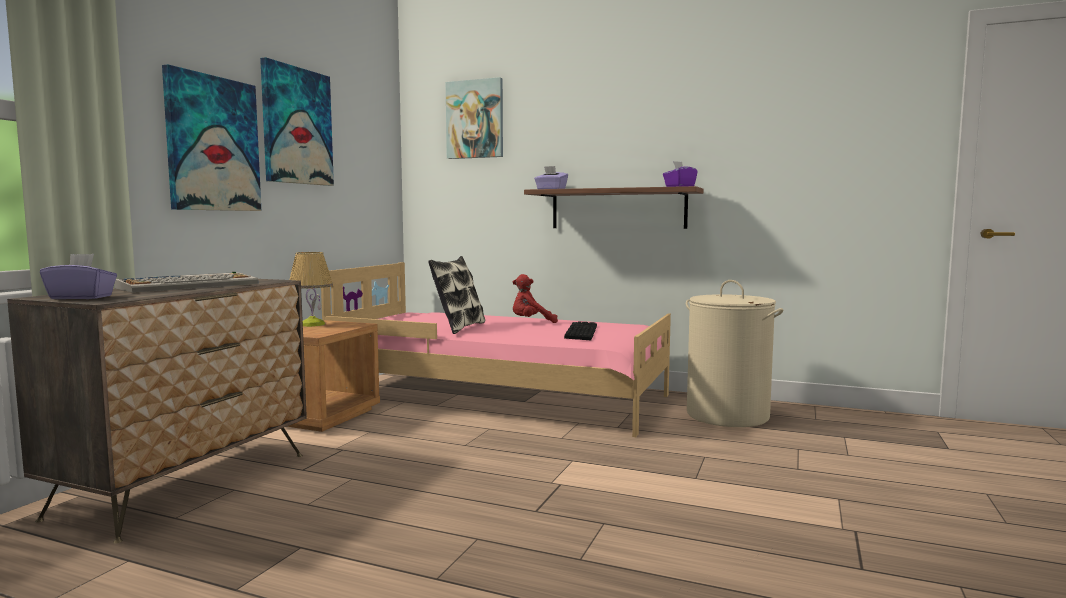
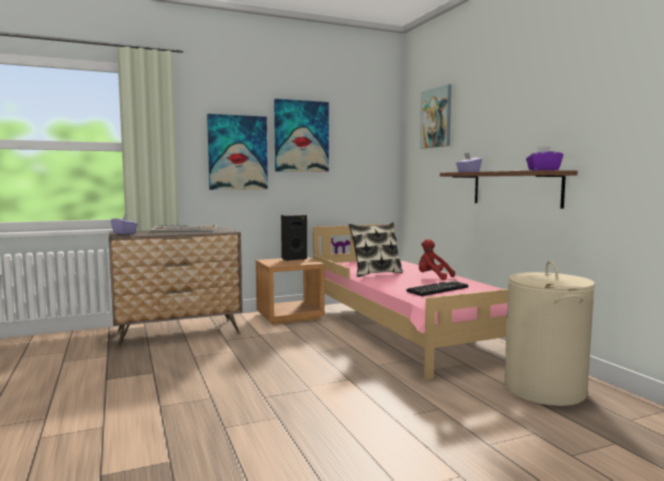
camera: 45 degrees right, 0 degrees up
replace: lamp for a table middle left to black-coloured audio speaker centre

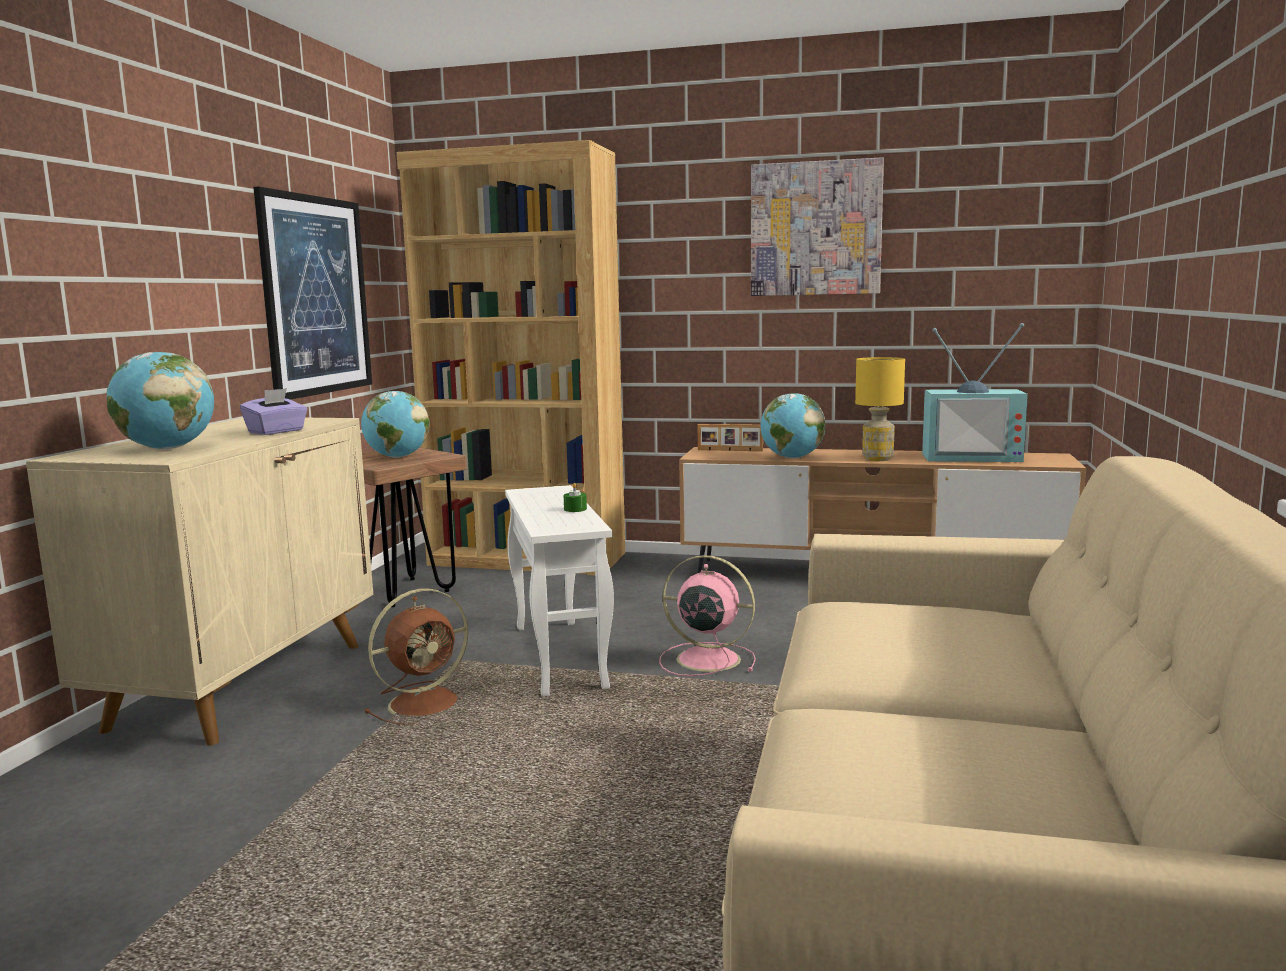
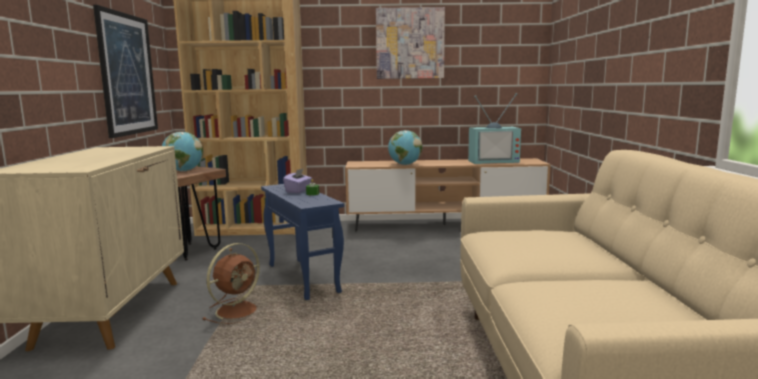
camera: 15 degrees left, 0 degrees up
delete: globe (1st from left) middle left; pink electric fan centre; photo frame centre; yellow lamp for a table middle right
move: purple-coloured box of tissues middle left to centre
recolor: white accent table centre to blue-coloured accent table centre

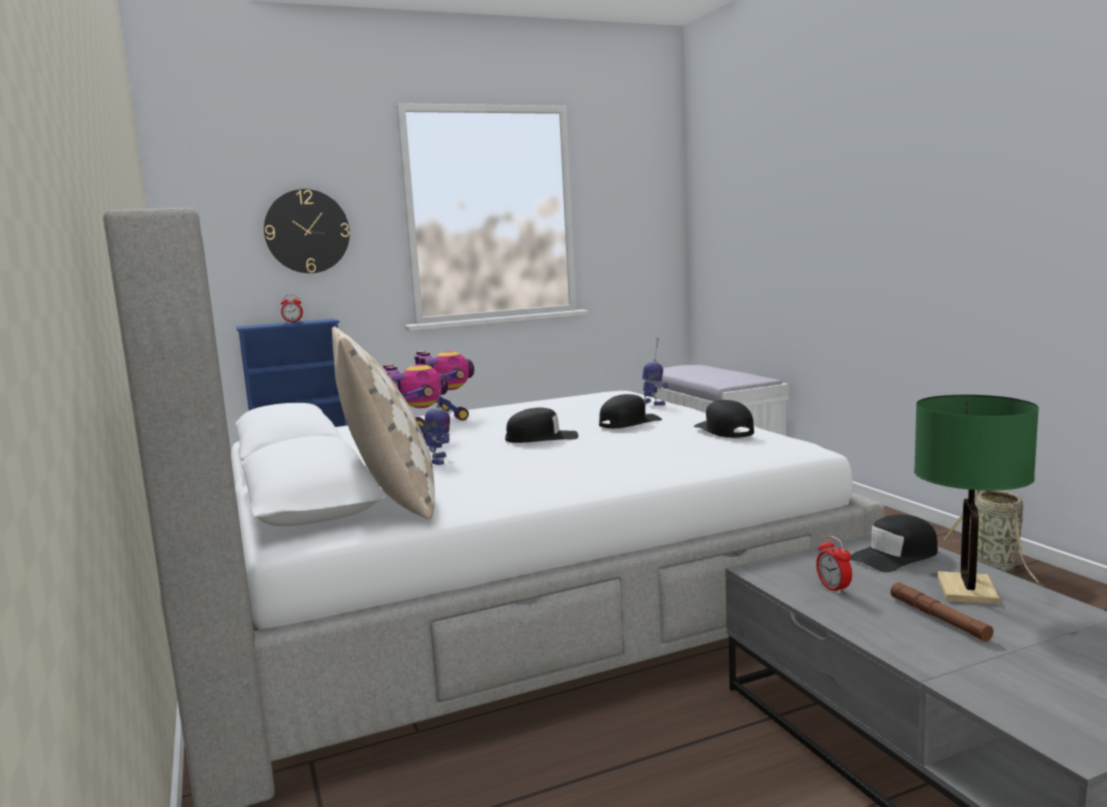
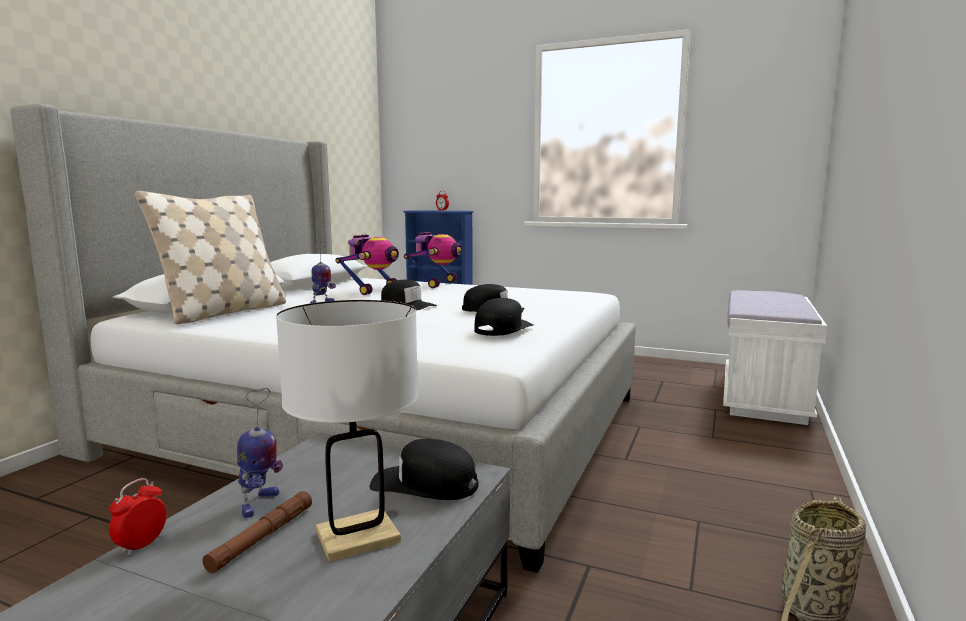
camera: 45 degrees right, 0 degrees up
delete: clock on the wall top left
move: robot figure (4th from left in the first image) centre to robot figure (1st from left) bottom left; alarm clock (2nd from left in the first image) bottom right to alarm clock (1st from left) bottom left
recolor: greenish lamp for a table middle right to white lamp for a table bottom centre

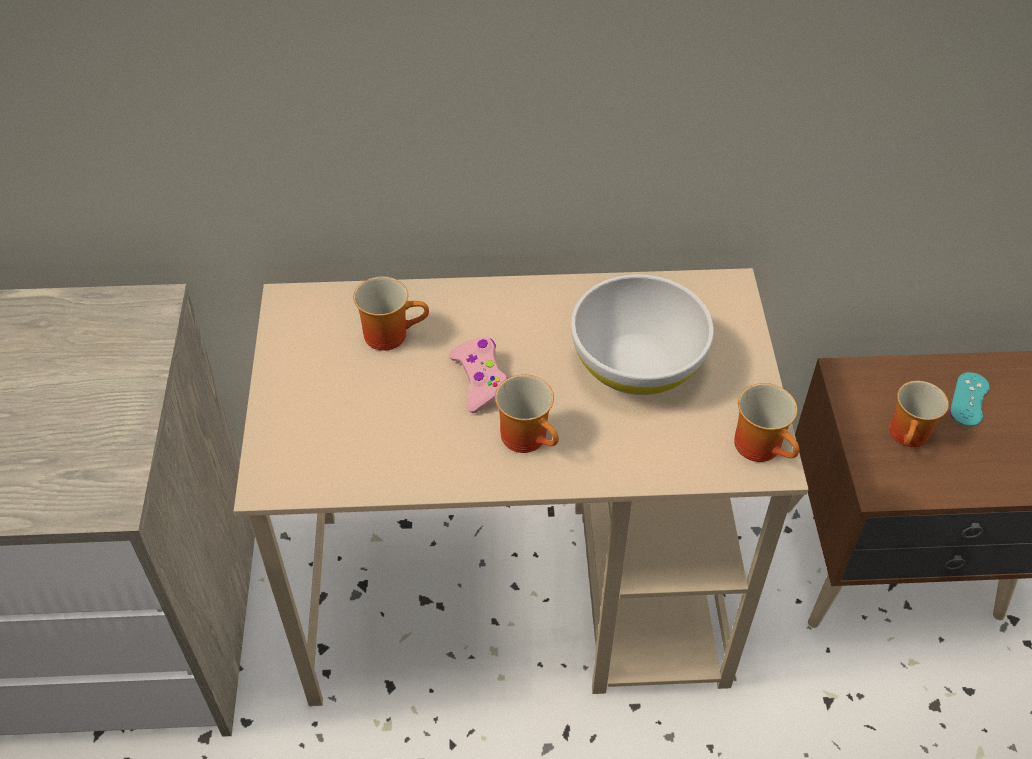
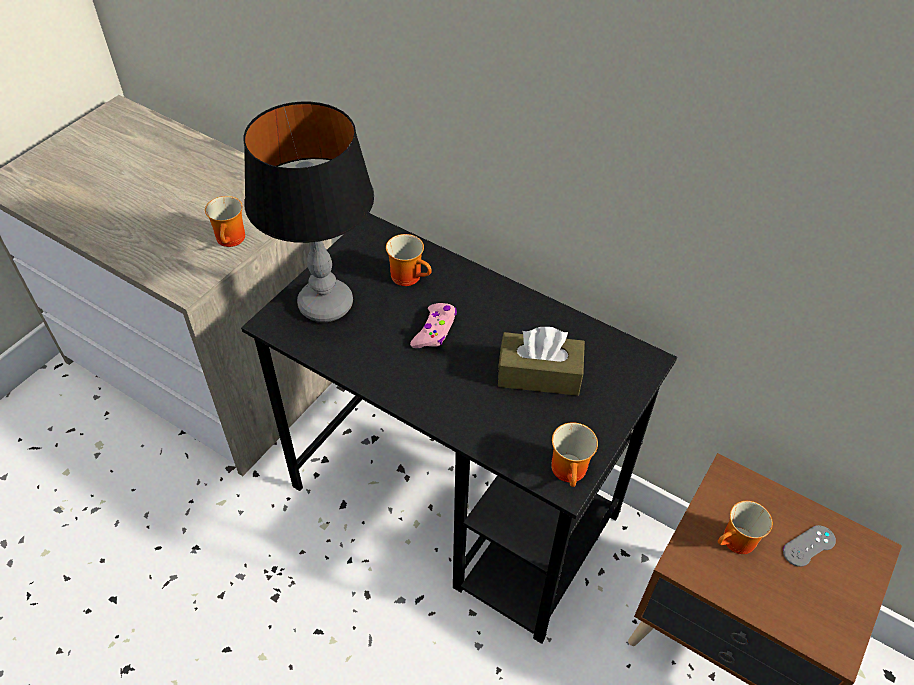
camera: 35 degrees right, 0 degrees up
insert: lamp for a table top centre
move: mug (2nd from left in the first image) centre to mug (1st from left) top left
replace: white deep dish centre to brownish box of tissues centre
recolor: beige desk table centre to black-coloured desk table centre; turquoise game controller middle right to grey game controller bottom right

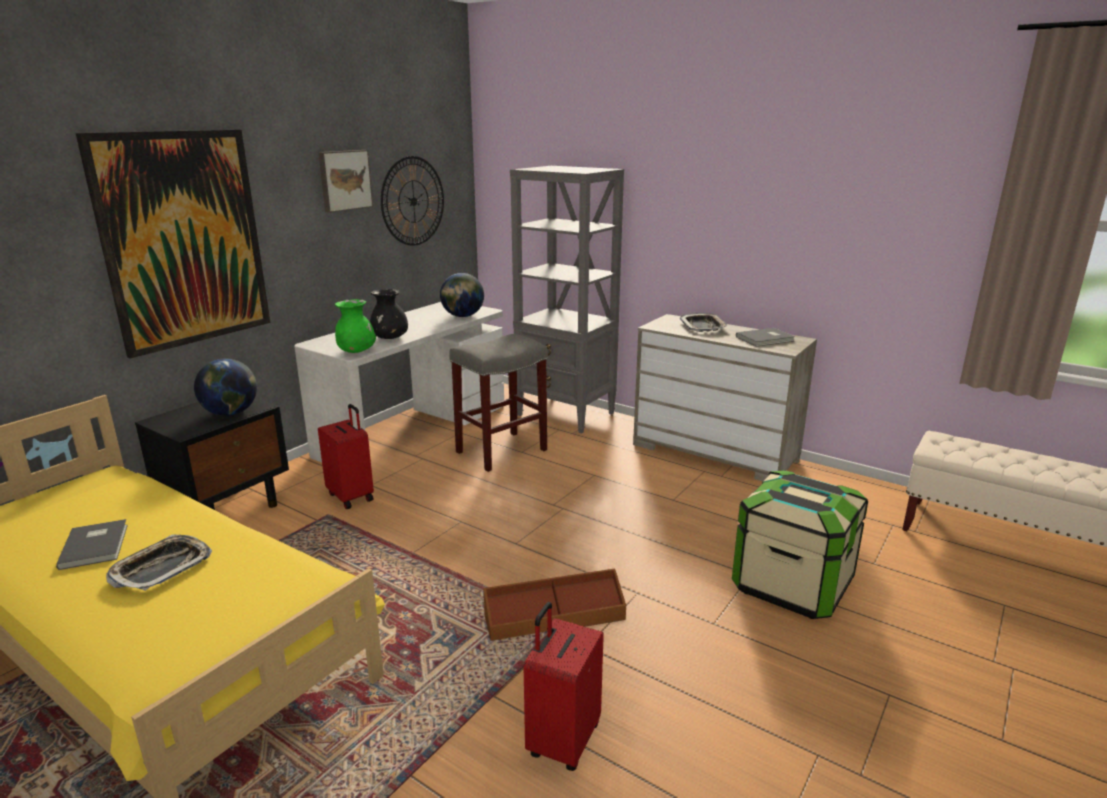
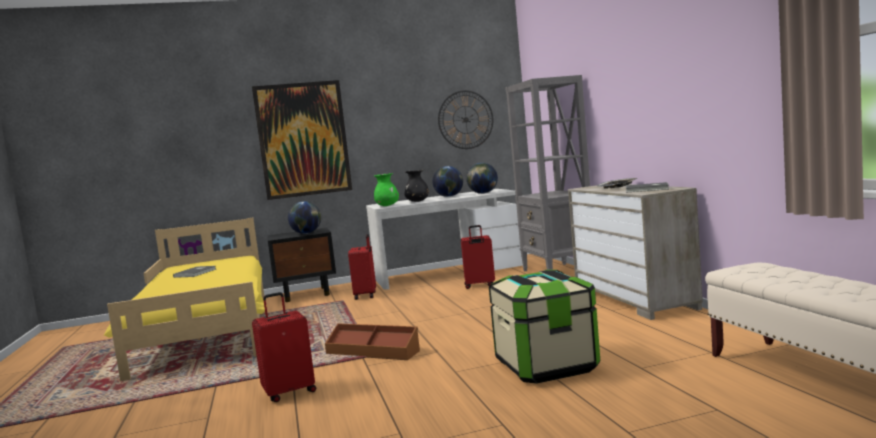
camera: 40 degrees right, 15 degrees down
delete: serving tray (1st from left) bottom left; wall picture (2nd from left) top left
insert: globe (2nd from left) centre
replace: grey stool centre to reddish piece of luggage (3rd from left) centre

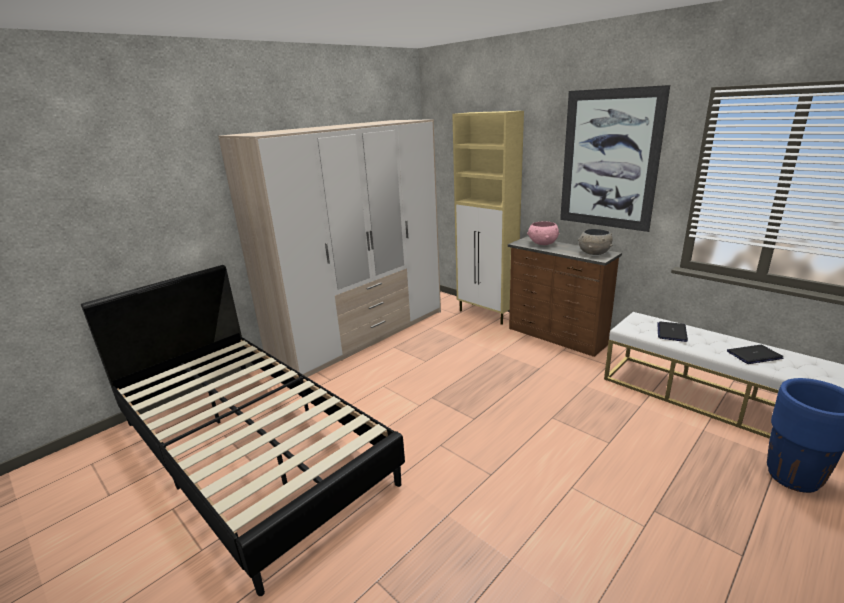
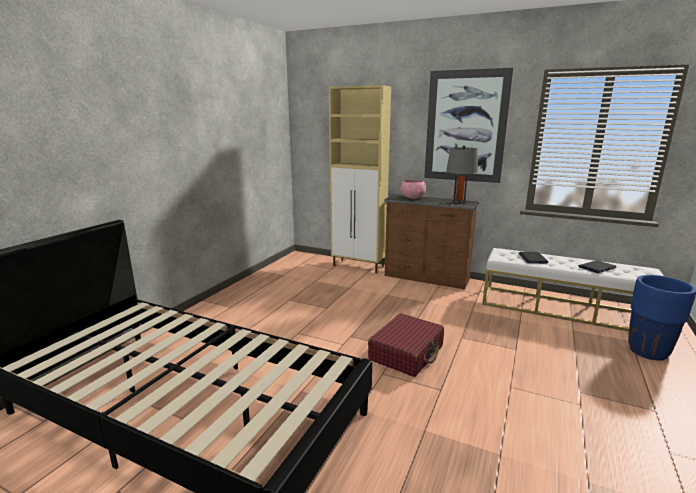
camera: 20 degrees left, 5 degrees down
delete: wardrobe centre
insert: reddish piece of luggage bottom centre
replace: grey deep dish middle right to grey lamp for a table centre

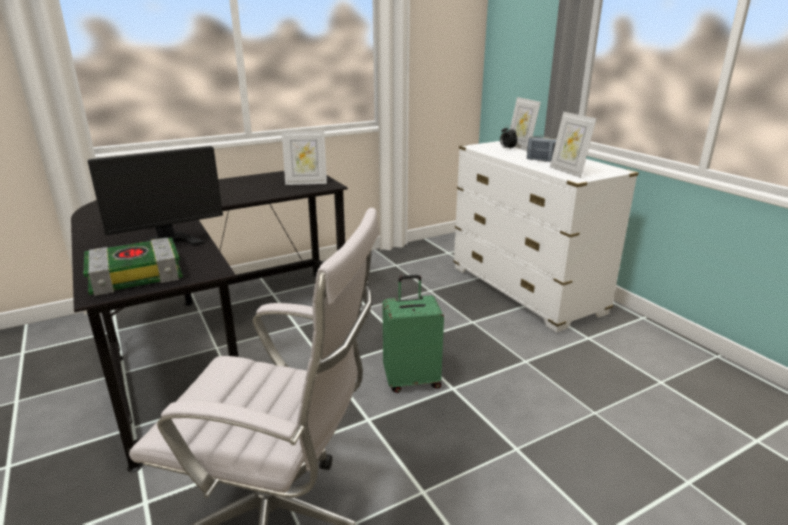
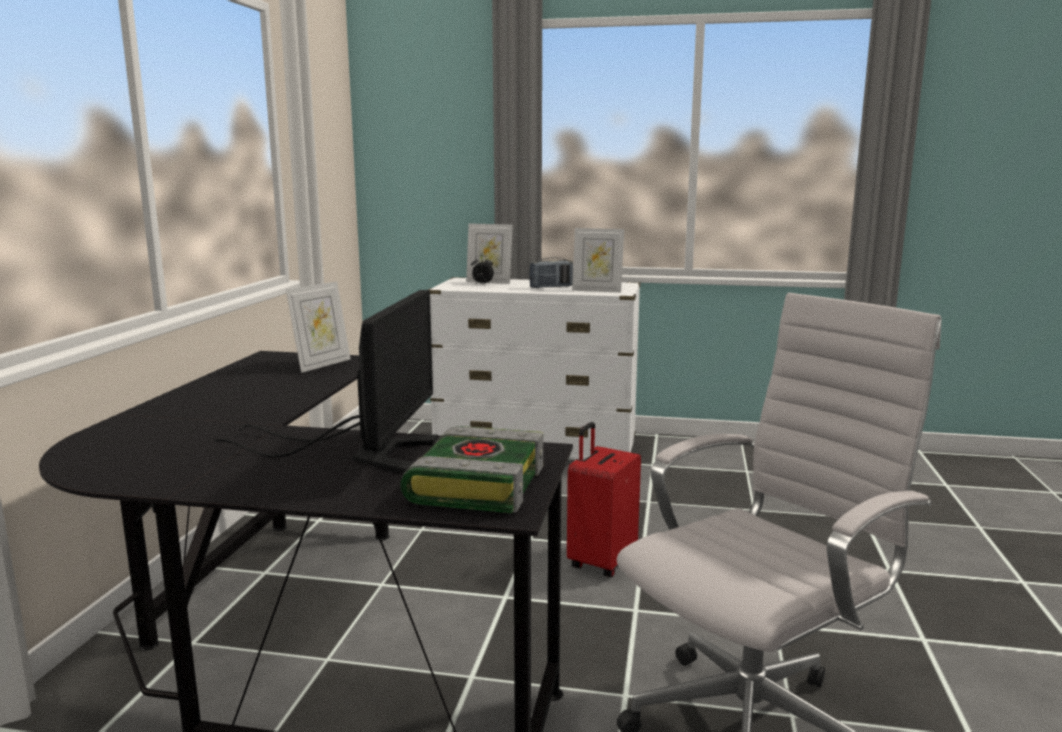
camera: 50 degrees left, 10 degrees down
recolor: greenish piece of luggage centre to reddish piece of luggage bottom centre

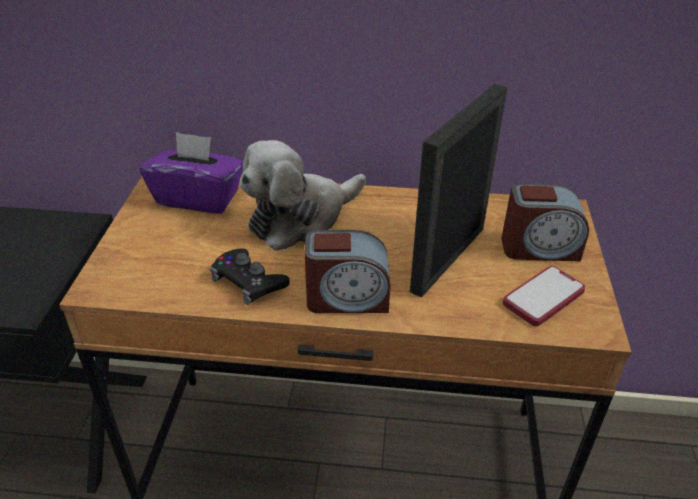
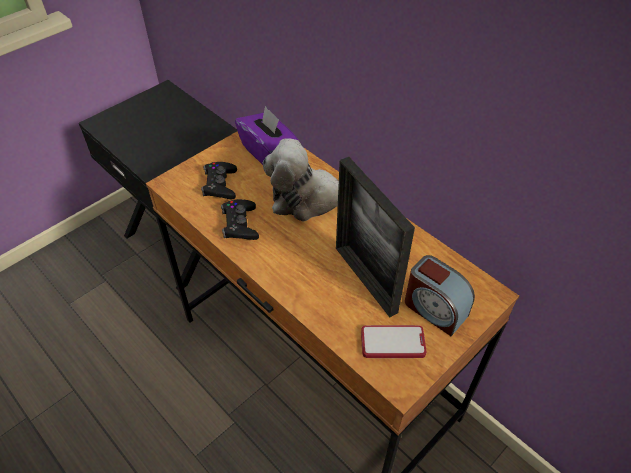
camera: 40 degrees right, 10 degrees up
delete: alarm clock (1st from left) centre
insert: black-coloured game controller (1st from left) centre
rotate: photo frame centre = centre 105 degrees counterclockwise

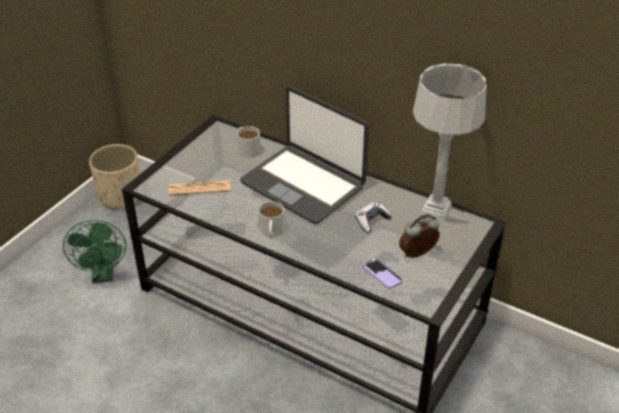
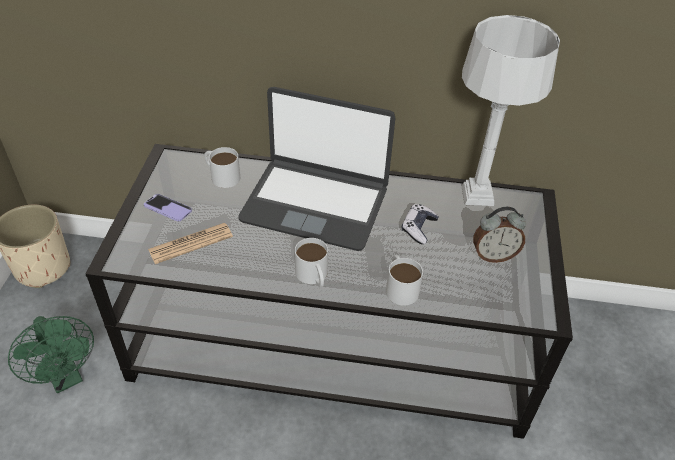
camera: 25 degrees left, 5 degrees up
insert: white mug (3rd from left) centre
move: handset centre to middle left
rotate: alarm clock middle right = middle right 135 degrees counterclockwise

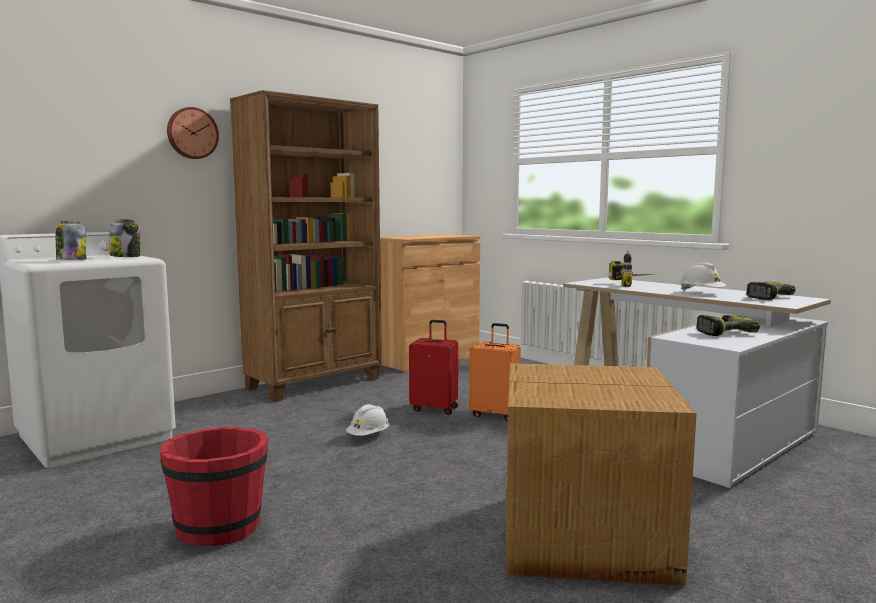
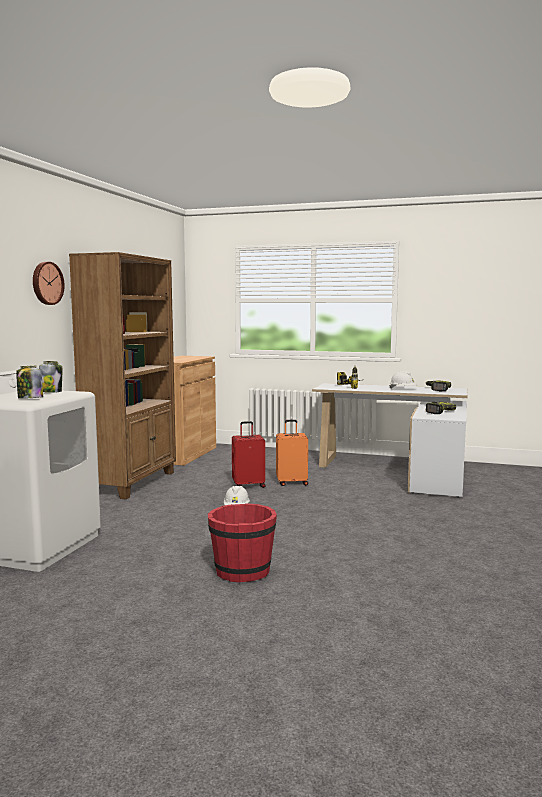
camera: 30 degrees left, 0 degrees up
delete: cardboard box bottom right

